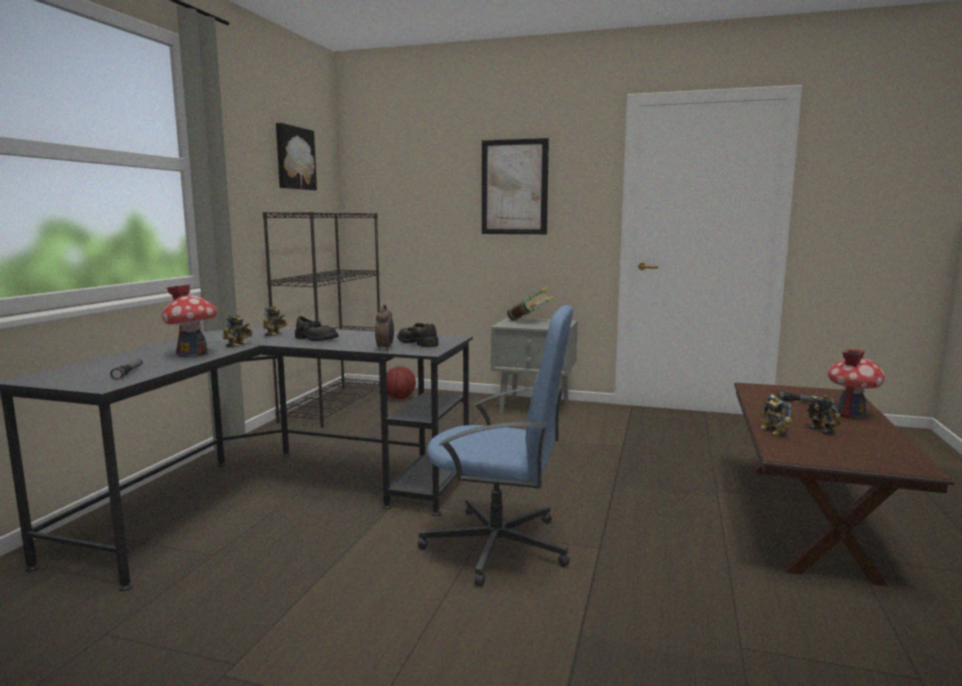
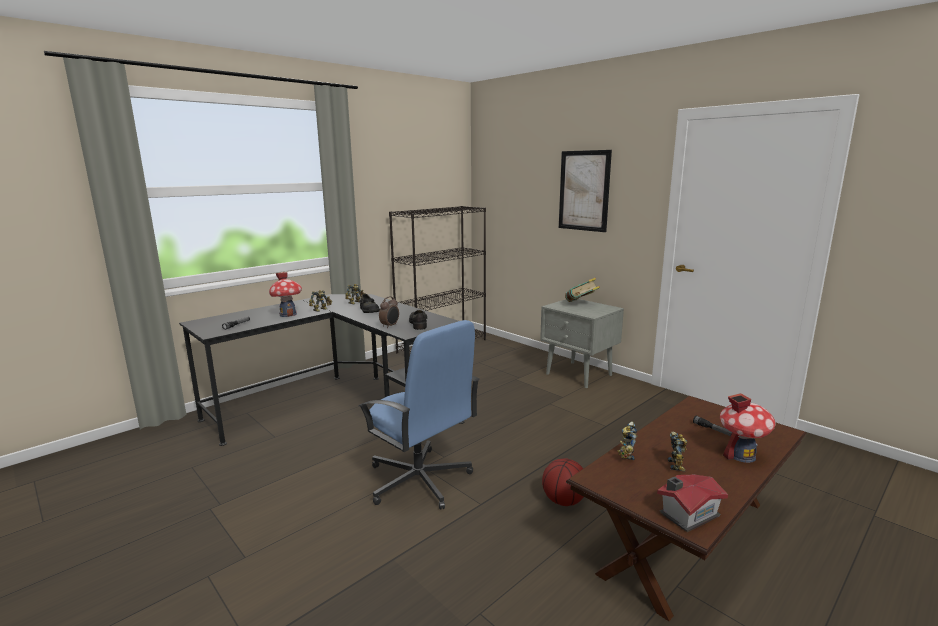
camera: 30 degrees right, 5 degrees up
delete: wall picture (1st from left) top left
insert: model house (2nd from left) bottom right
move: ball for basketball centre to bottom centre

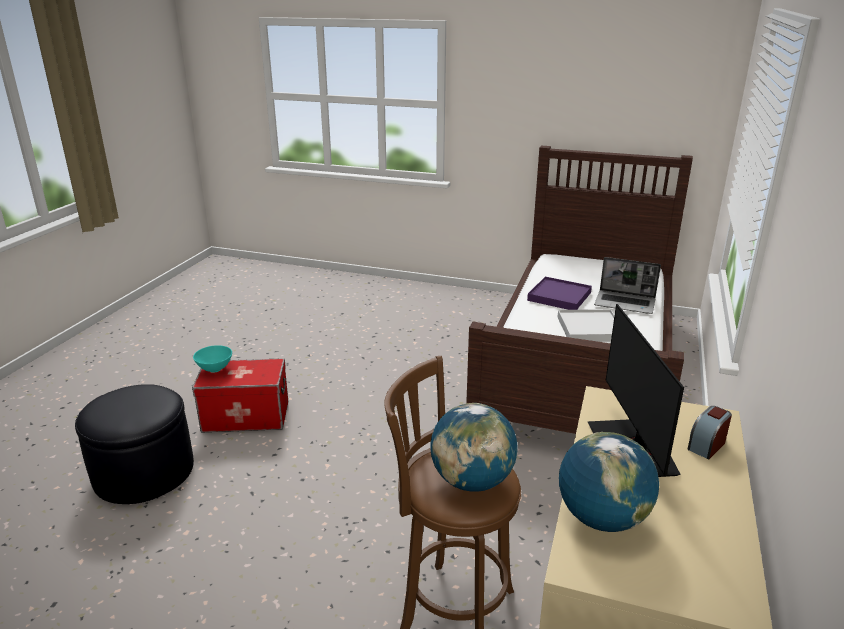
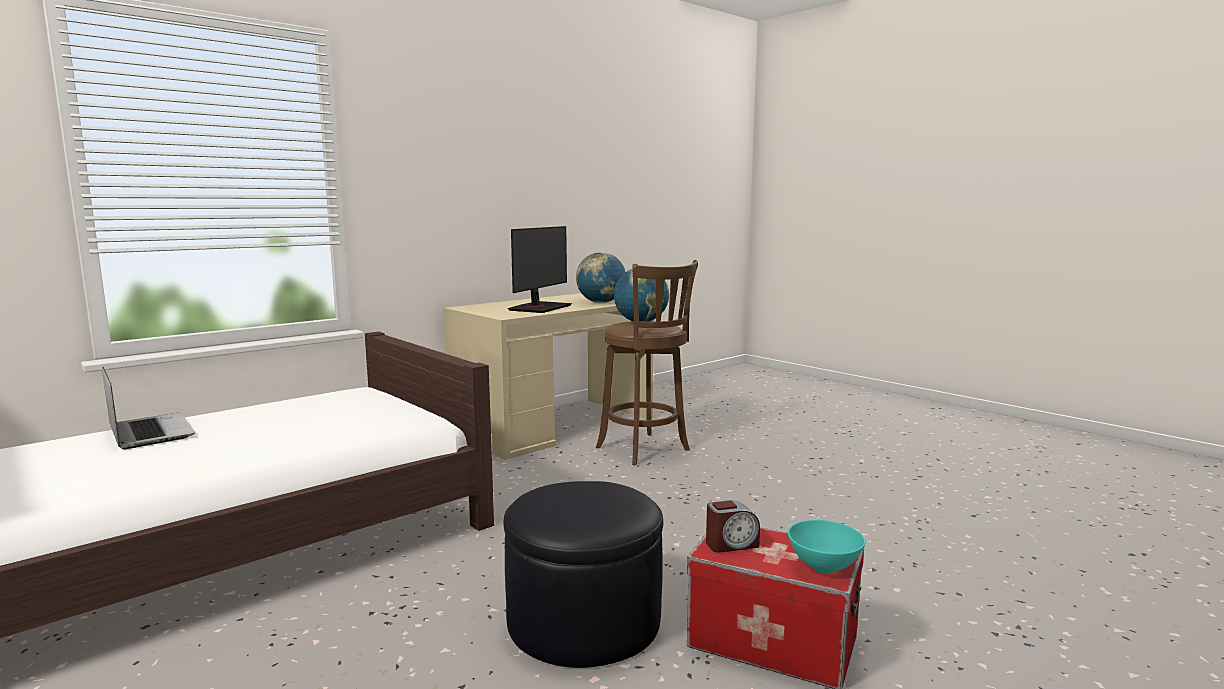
camera: 150 degrees left, 15 degrees down
delete: purple-coloured serving tray centre; white serving tray middle right
move: black-coloured footrest bottom left to bottom centre; alarm clock bottom right to bottom centre

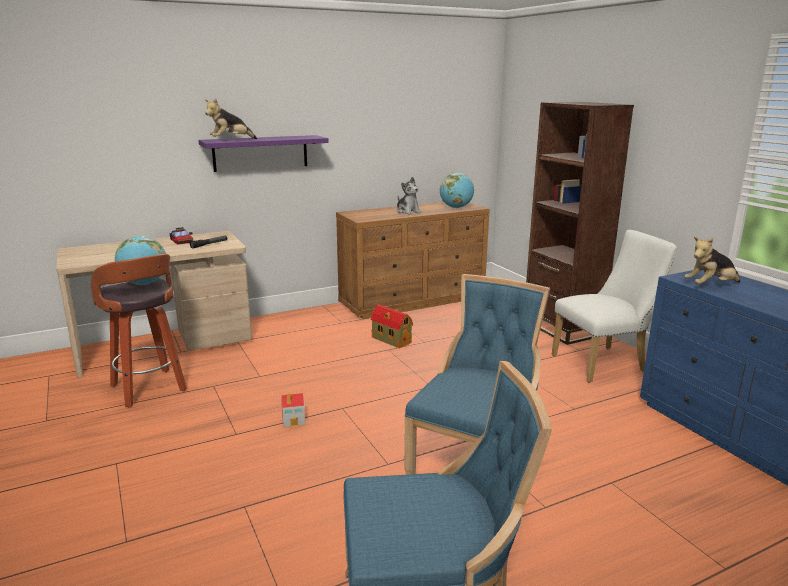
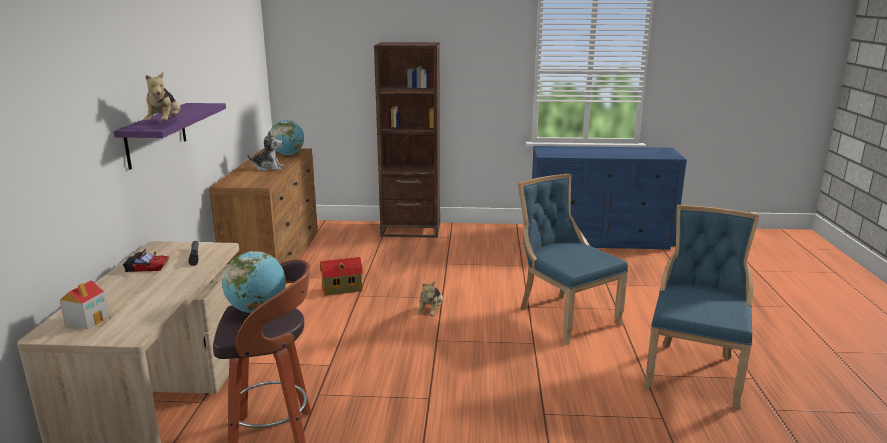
camera: 60 degrees left, 0 degrees up
delete: white chair middle right
move: model house (1st from left) bottom centre to bottom left; cuddly toy (3rd from left) middle right to bottom centre

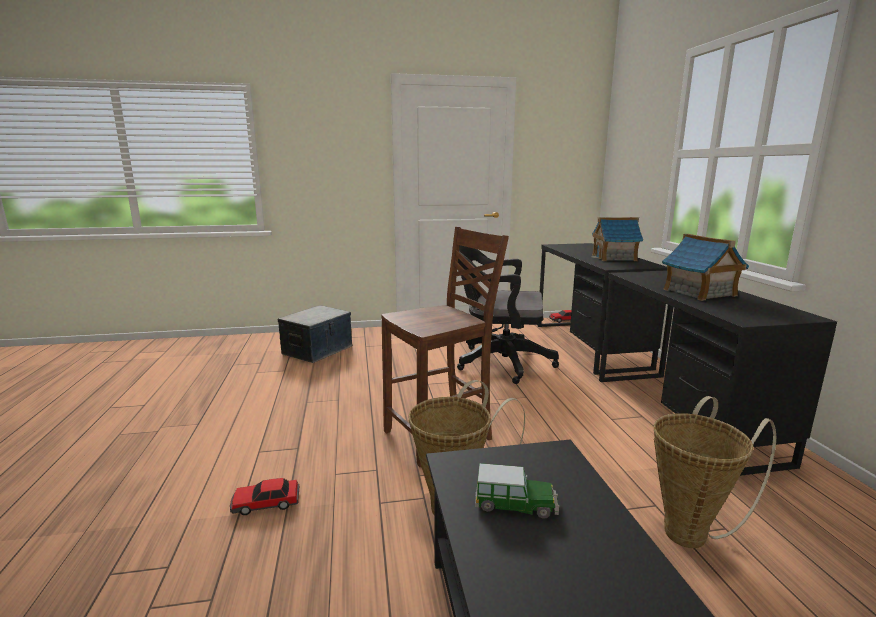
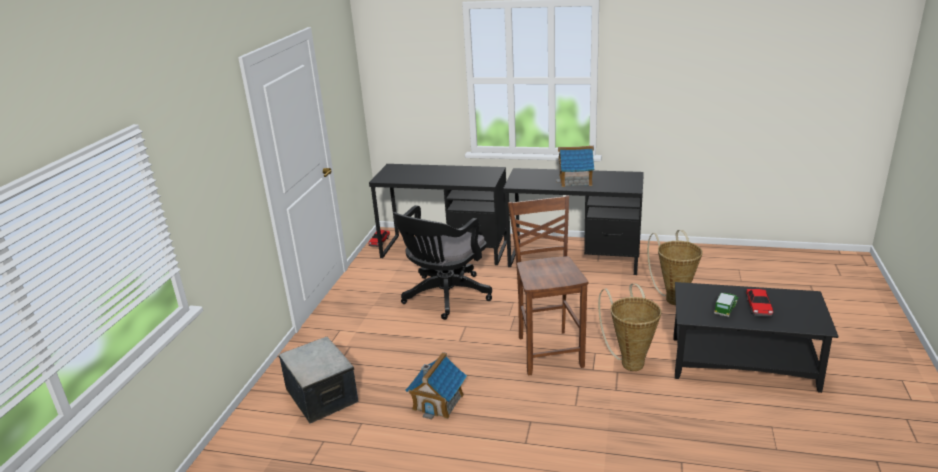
camera: 65 degrees left, 10 degrees up
move: model car (1st from left in the first image) bottom left to model car (3rd from left) middle right; model house (1st from left) middle right to bottom centre

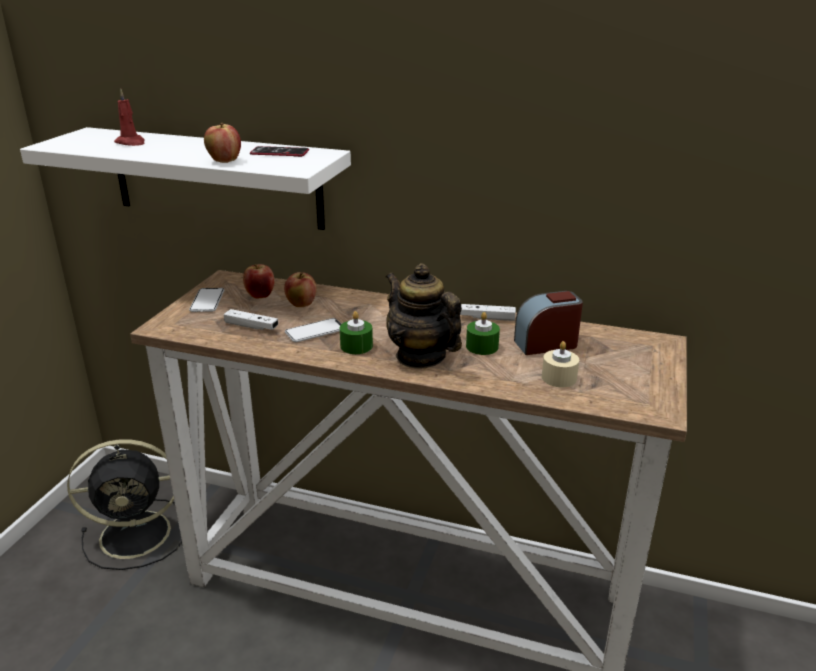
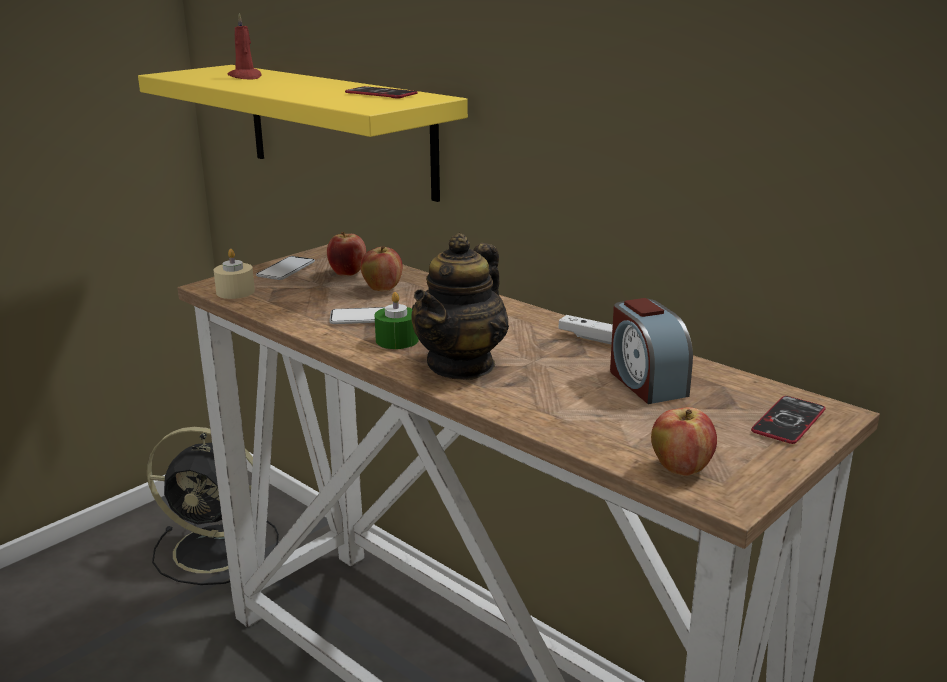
camera: 25 degrees right, 5 degrees down
delete: white game controller (1st from left) middle left; greenish wax light (2nd from left) centre
insert: handset (4th from left) middle right
move: apple (1st from left in the first image) top left to apple (3rd from left) middle right; beige wax light middle right to middle left
recolor: white shelf top left to yellow shelf top left
rotate: tea pot centre = centre 135 degrees counterclockwise; alarm clock middle right = middle right 120 degrees counterclockwise

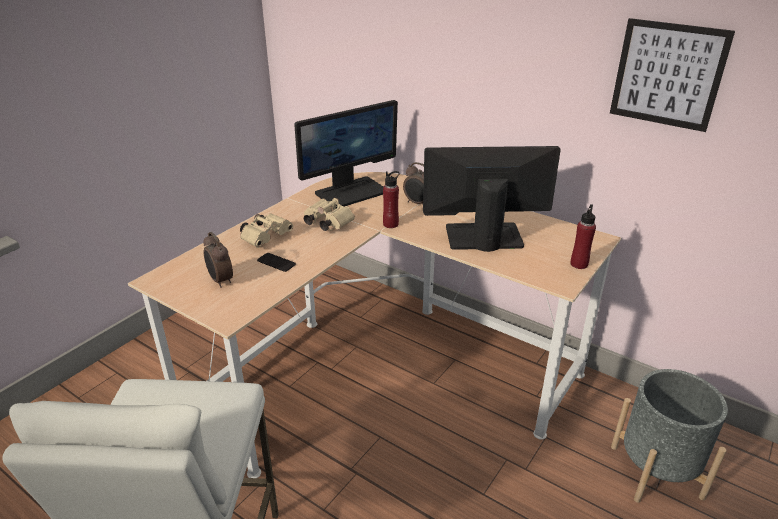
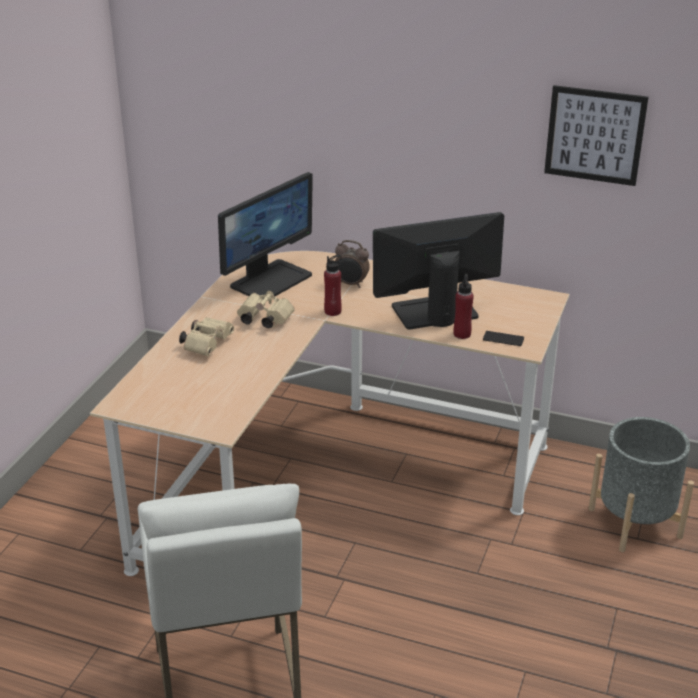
camera: 15 degrees left, 0 degrees up
delete: alarm clock (1st from left) middle left
move: handset centre to middle right; reddish beverage bottle (2nd from left) middle right to centre

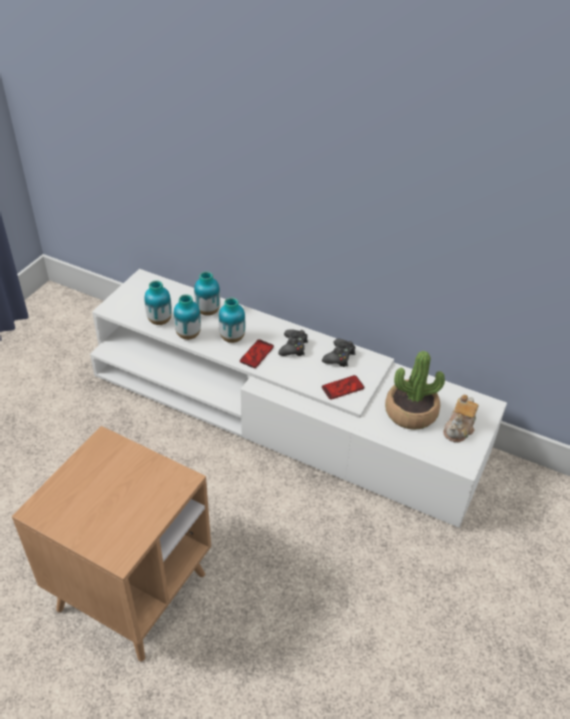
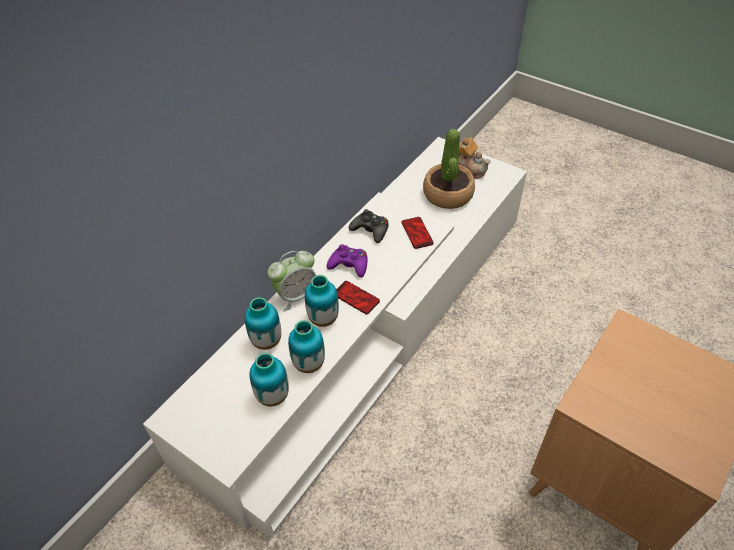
camera: 80 degrees left, 5 degrees up
insert: alarm clock centre
recolor: black-coloured game controller (1st from left) centre to purple-coloured game controller centre

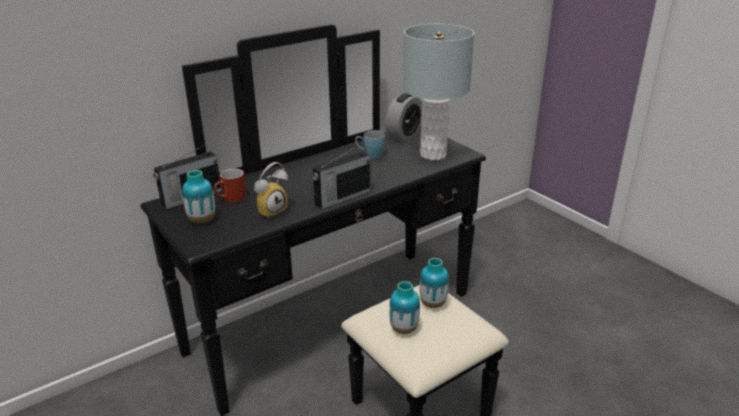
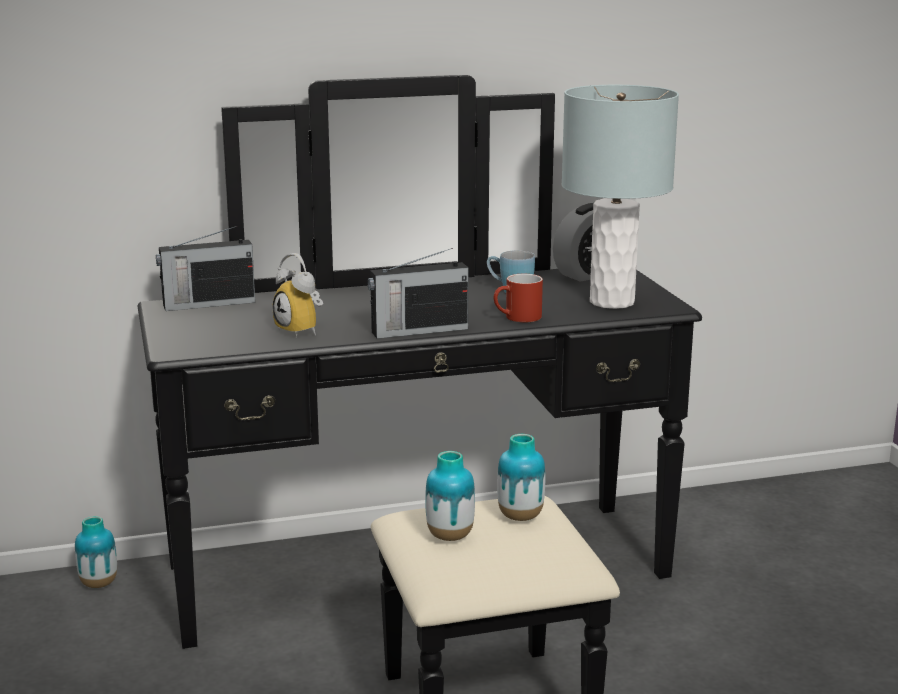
camera: 20 degrees right, 10 degrees down
move: vase (1st from left) middle left to bottom left; reddish mug middle left to centre
rotate: alarm clock (1st from left) centre = middle left 75 degrees clockwise

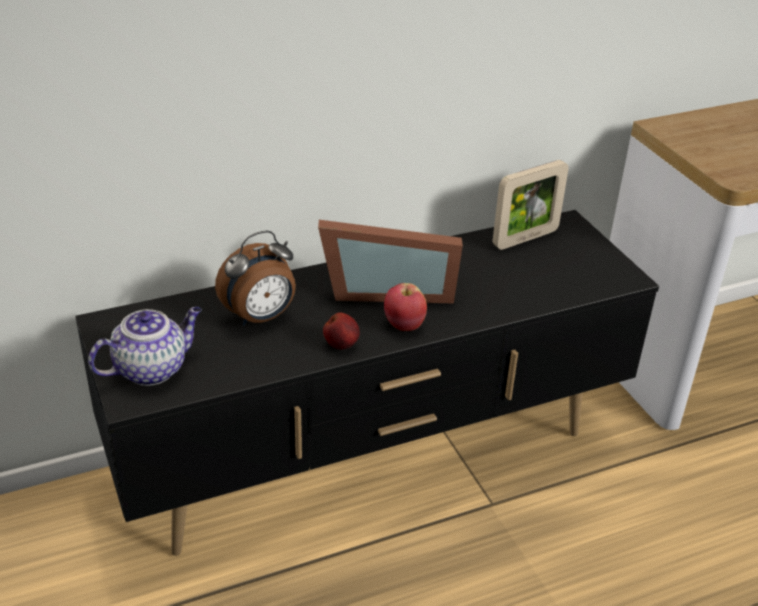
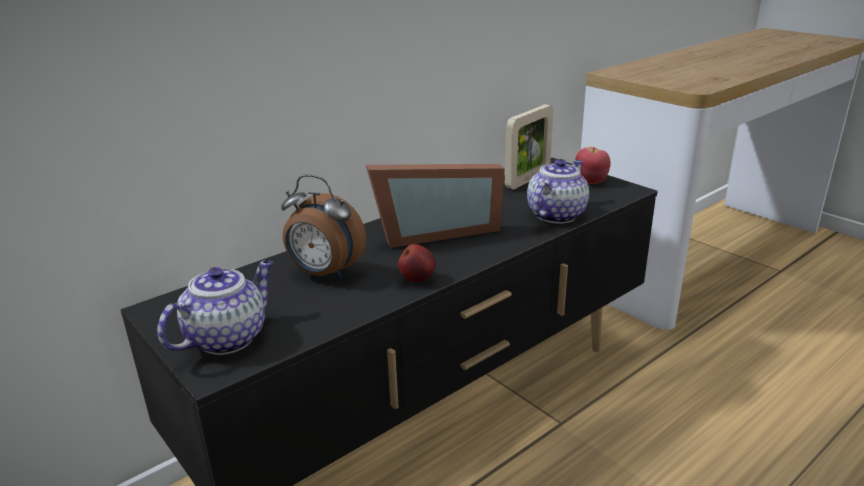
camera: 15 degrees left, 10 degrees down
insert: tea pot (2nd from left) centre
move: apple (2nd from left) centre to middle right
rotate: alarm clock centre = centre 75 degrees clockwise

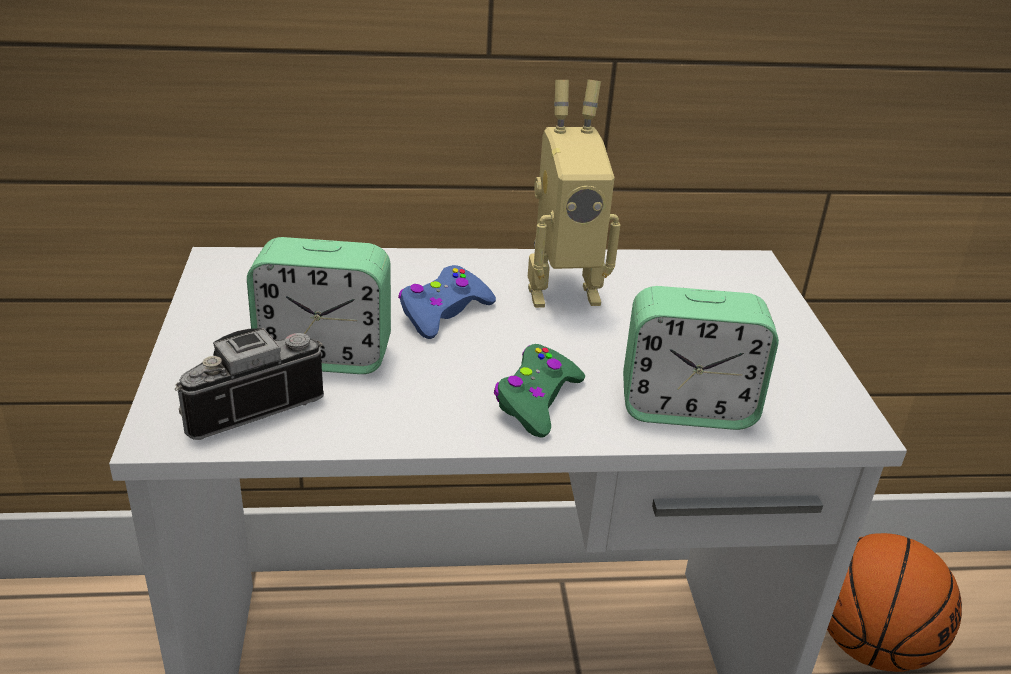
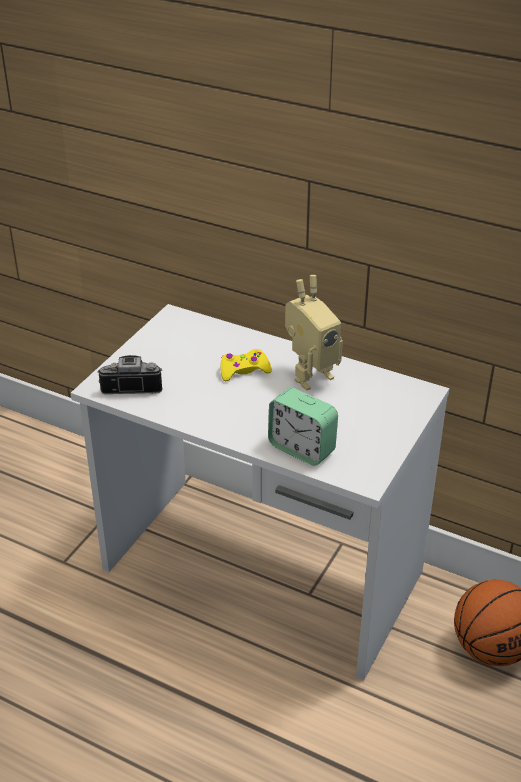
camera: 35 degrees right, 5 degrees up
delete: alarm clock (1st from left) middle left; greenish game controller centre
recolor: blue-coloured game controller centre to yellow game controller centre
rotate: robot figure top centre = centre 60 degrees counterclockwise

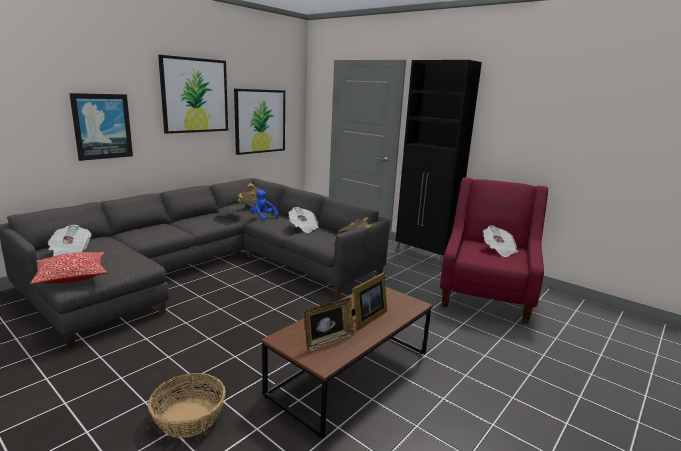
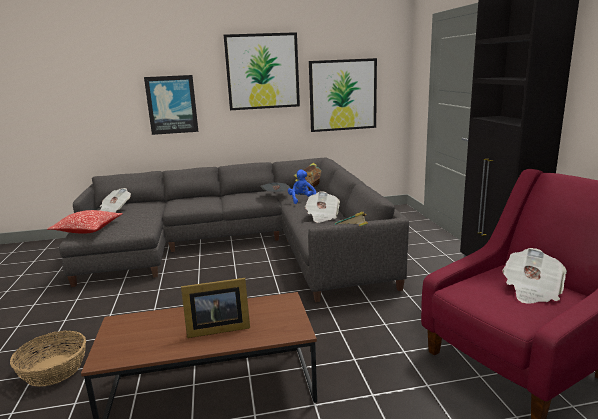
camera: 40 degrees right, 0 degrees up
delete: photo frame (1st from left) bottom centre

